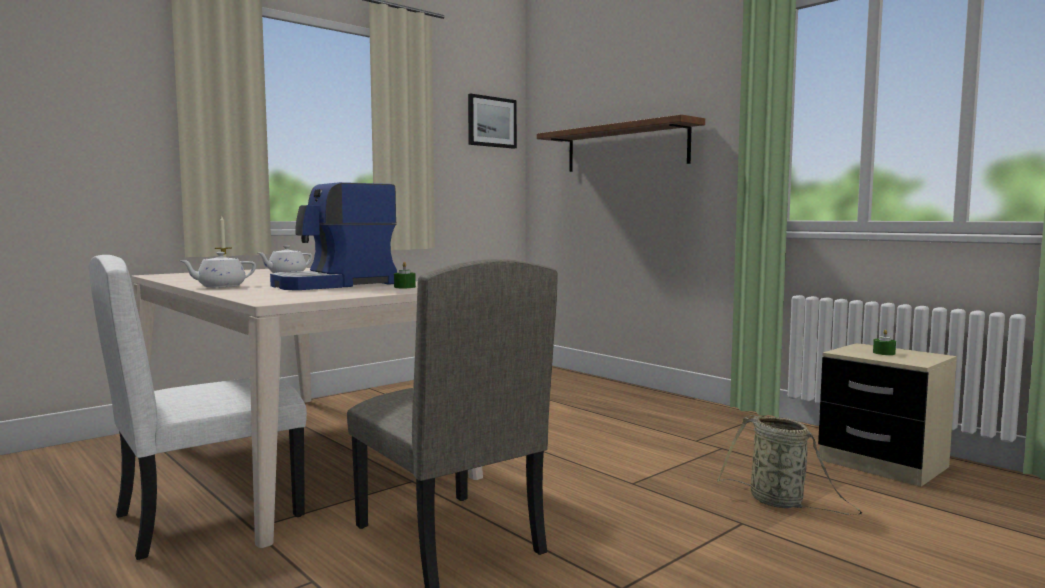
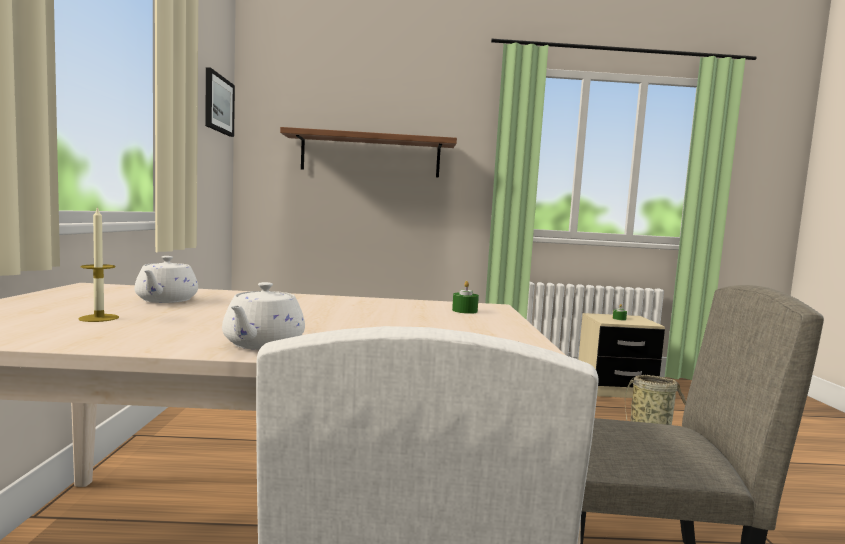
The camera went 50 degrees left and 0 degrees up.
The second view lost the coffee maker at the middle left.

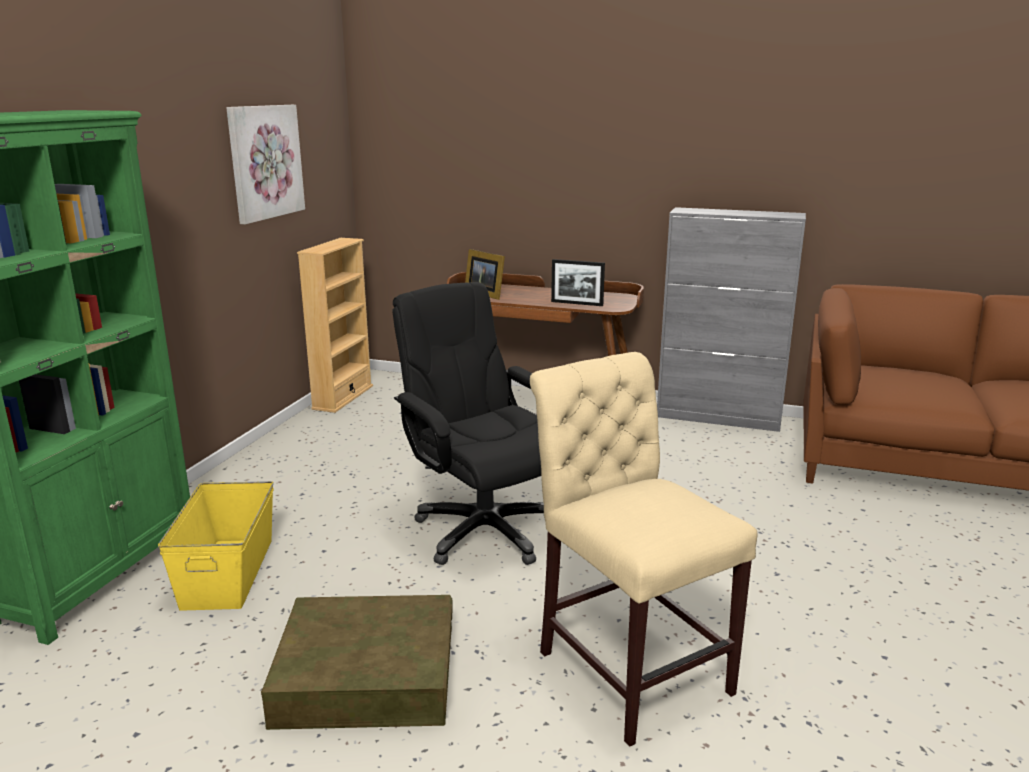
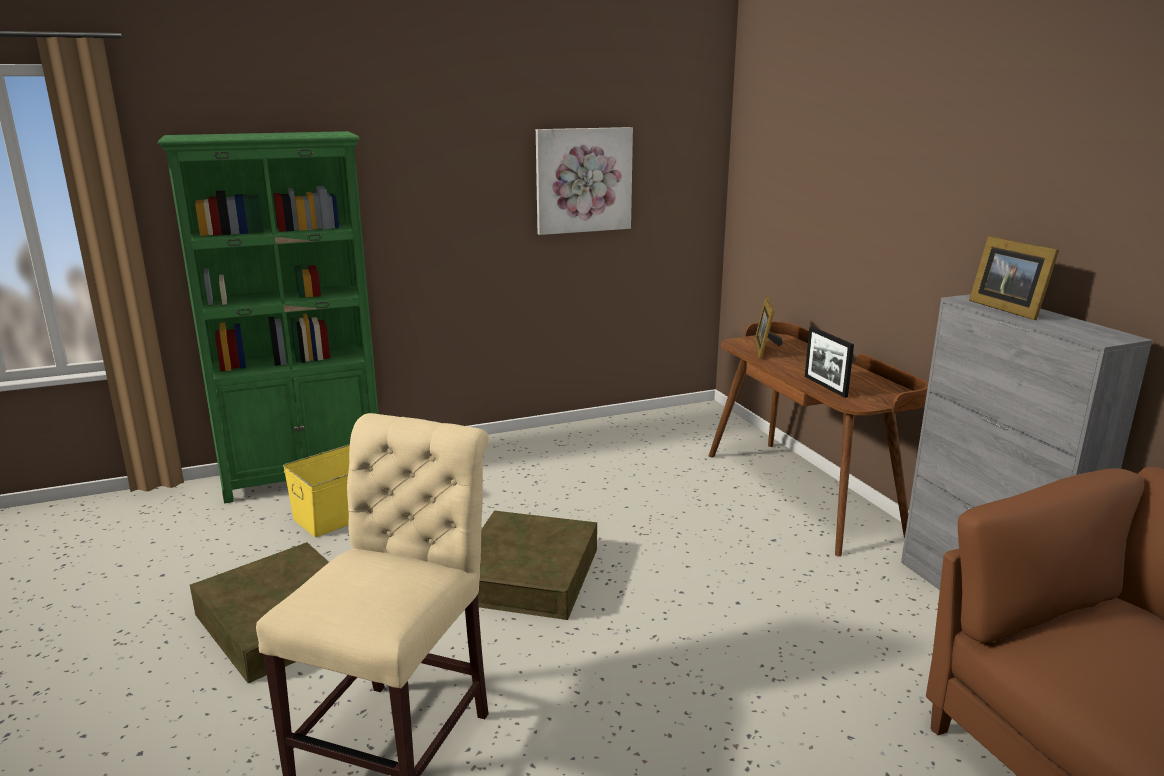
The camera went 50 degrees right and 0 degrees up.
The second view lost the sand-coloured bookshelf at the middle left.
Where the blackish office chair stood at the centre, the brown-coloured storage bin (no. 2 from left) came to stand at the bottom centre.
The second view gained the photo frame (no. 3 from left) at the middle right.

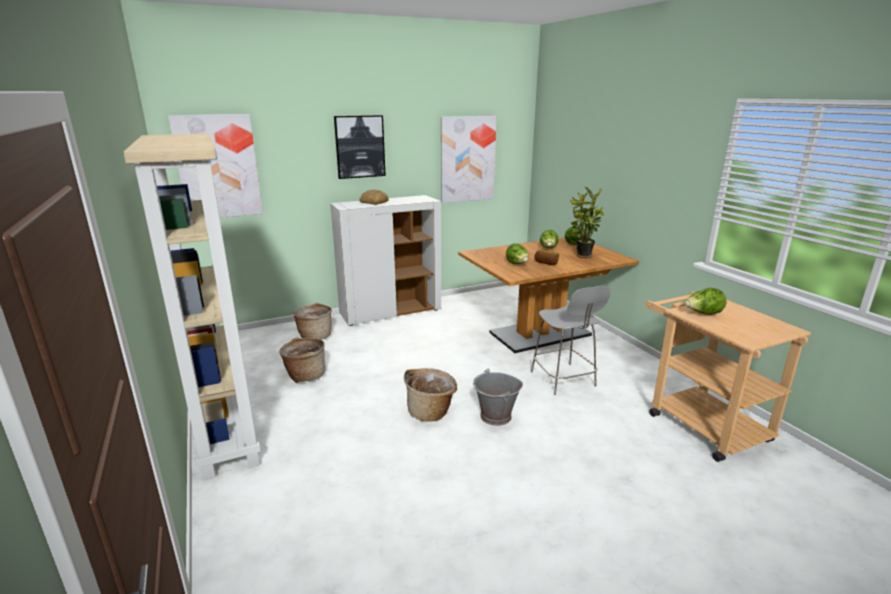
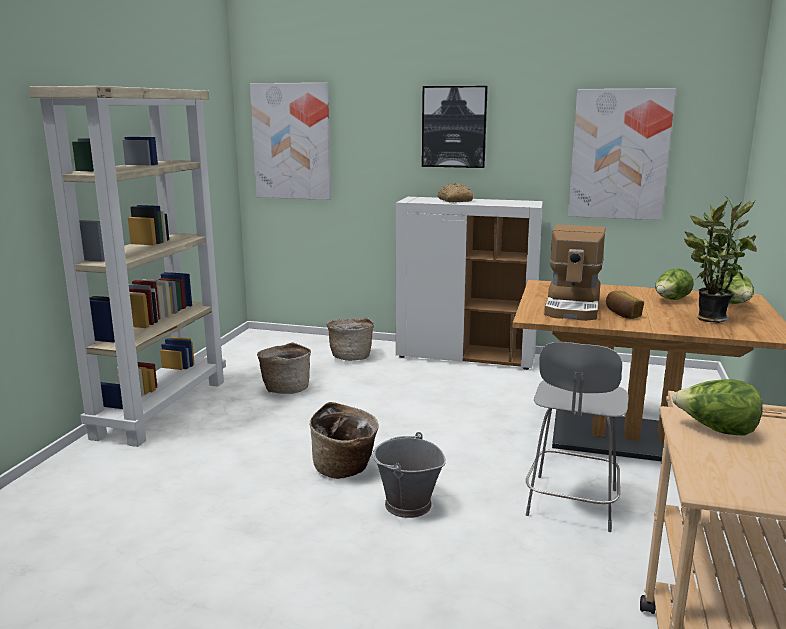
The camera went 40 degrees right and 5 degrees down.
Where the head of lettuce (no. 1 from left) stood at the centre, the coffee maker came to stand at the middle right.

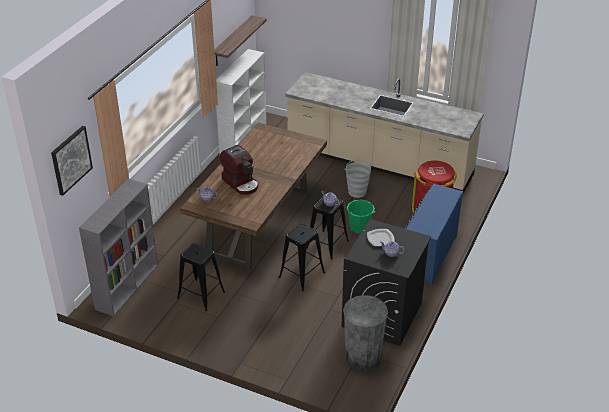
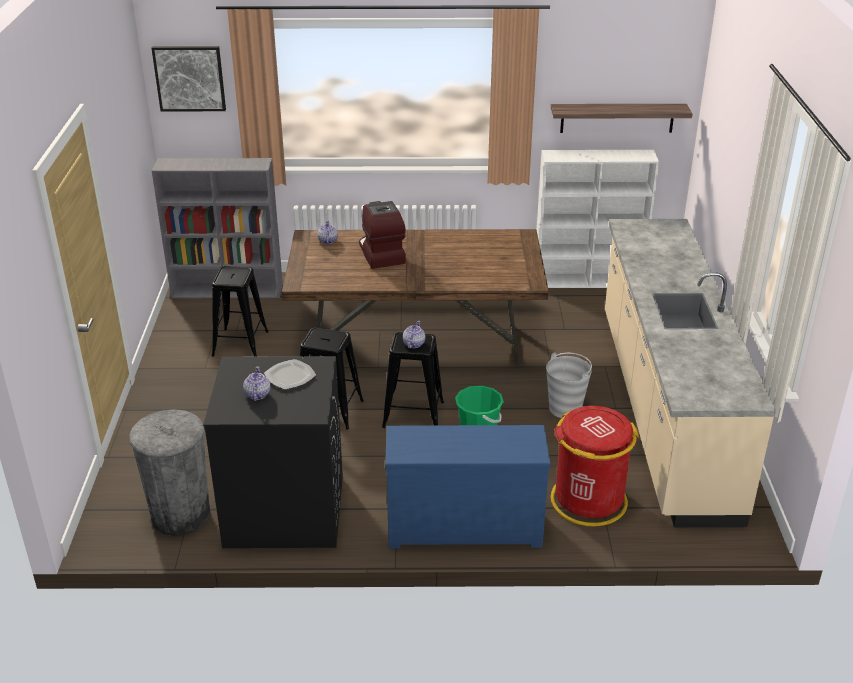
The camera went 65 degrees right and 5 degrees down.
The coffee maker at the centre ended up facing another way, 135 degrees clockwise from before.

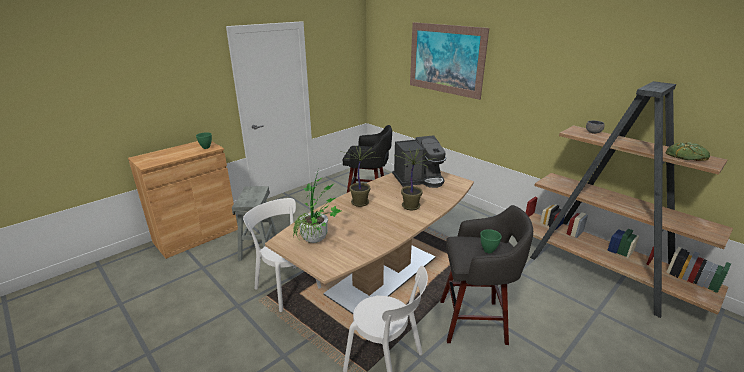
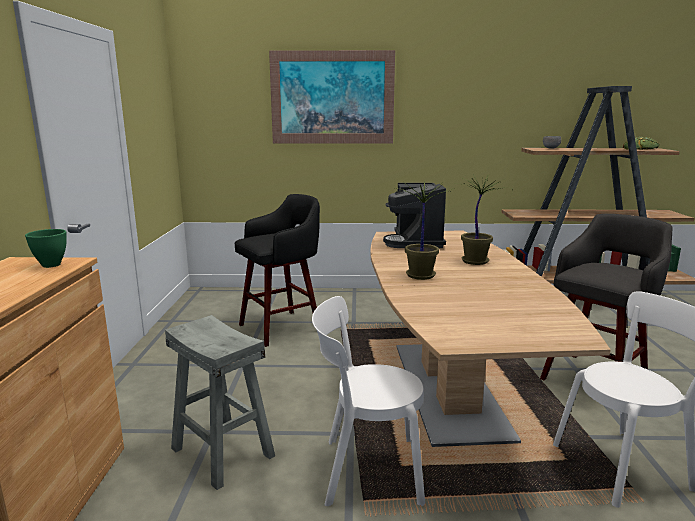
The camera went 45 degrees left and 10 degrees down.
The second view lost the potted plant (no. 1 from left) at the centre.
The coffee maker at the centre ended up facing another way, 150 degrees clockwise from before.
The second view lost the green-coloured deep dish (no. 2 from left) at the centre.

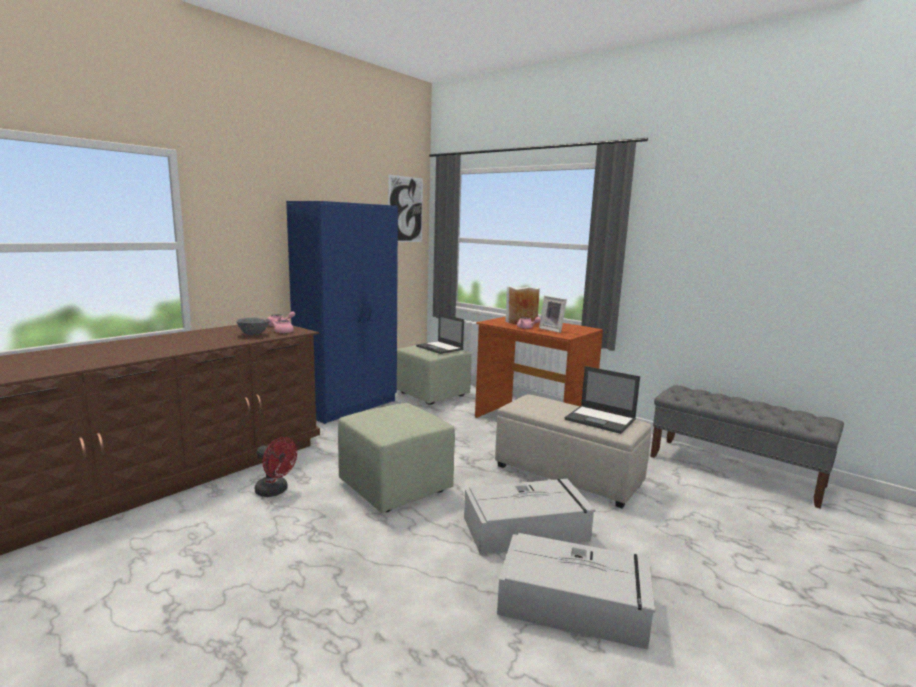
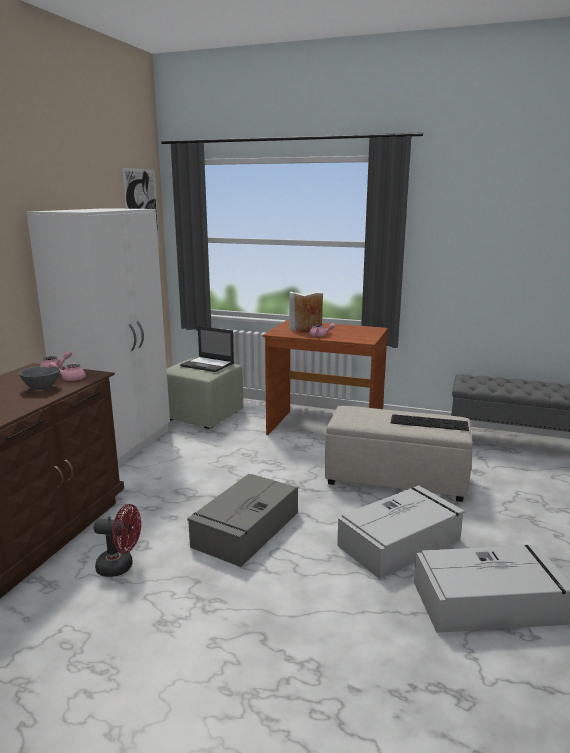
The camera went 20 degrees left and 5 degrees up.
What was the blue armoire at the centre turned into the white armoire at the middle left.
Where the green-coloured pouffe (no. 1 from left) stood at the bottom centre, the greyish storage bin (no. 1 from left) came to stand at the bottom centre.
The second view lost the photo frame at the centre.
Where the laptop (no. 2 from left) stood at the centre, the keyboard came to stand at the middle right.

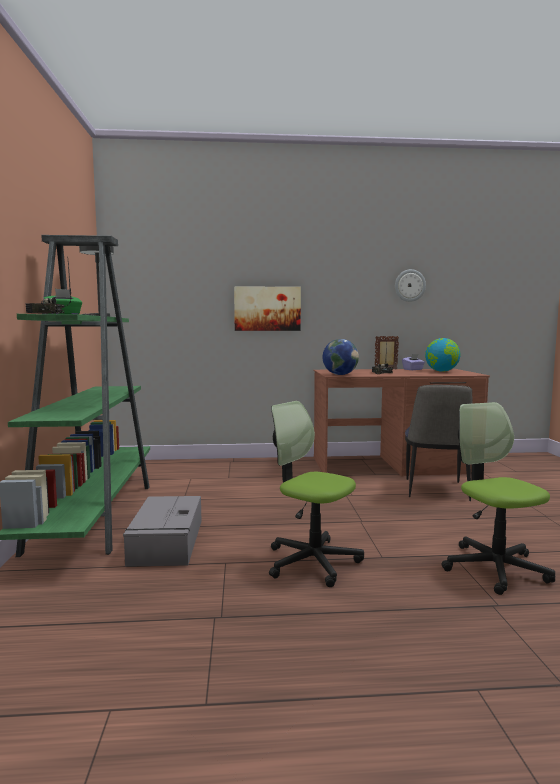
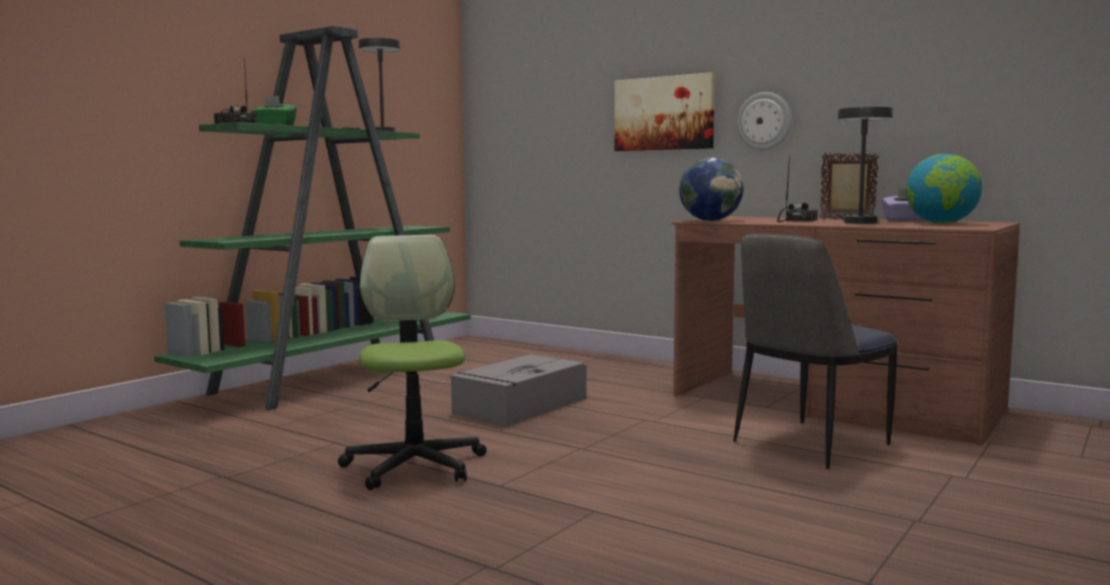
The camera went 40 degrees right and 0 degrees up.
The greyish storage bin ended up elsewhere, having gone from the bottom left to the bottom centre.
The clock on the wall ended up elsewhere, having gone from the middle right to the top right.
The second view lost the office chair (no. 2 from left) at the middle right.
The second view gained the greyish lamp for a table (no. 2 from left) at the top right.

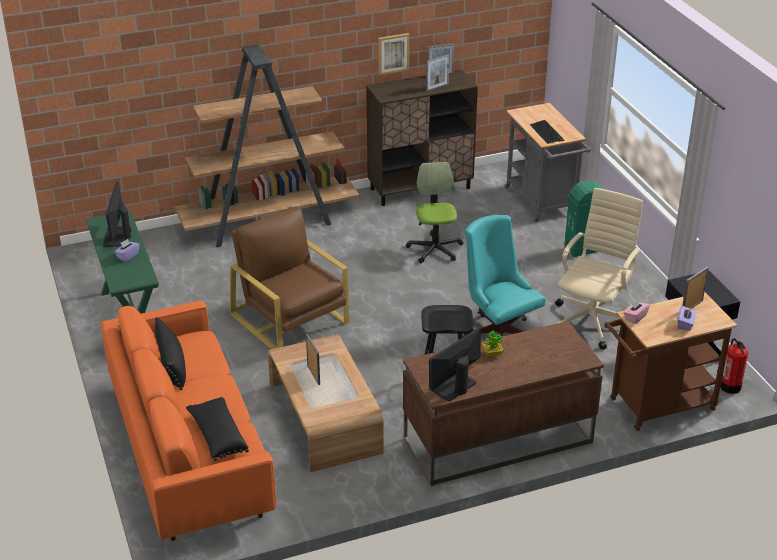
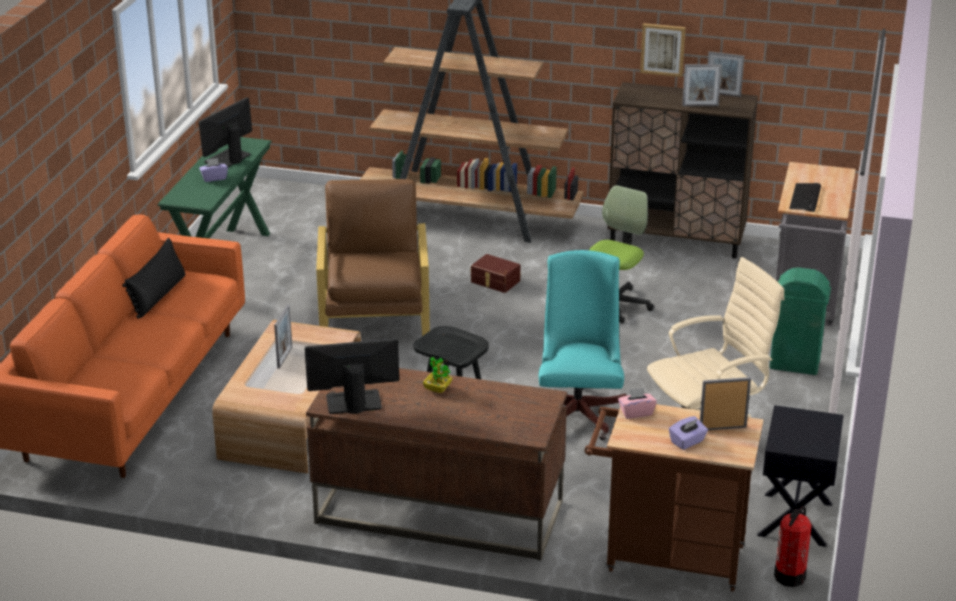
The camera went 35 degrees right and 5 degrees down.
The second view lost the blackish cushion (no. 2 from left) at the bottom left.
The second view gained the brown-coloured storage bin at the centre.

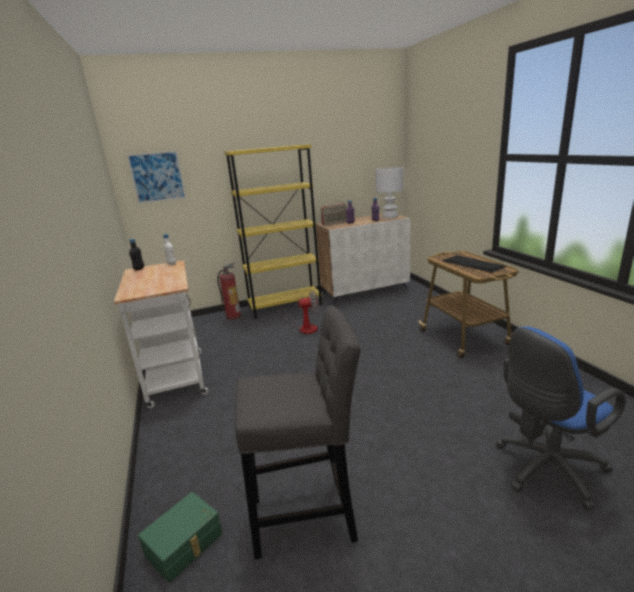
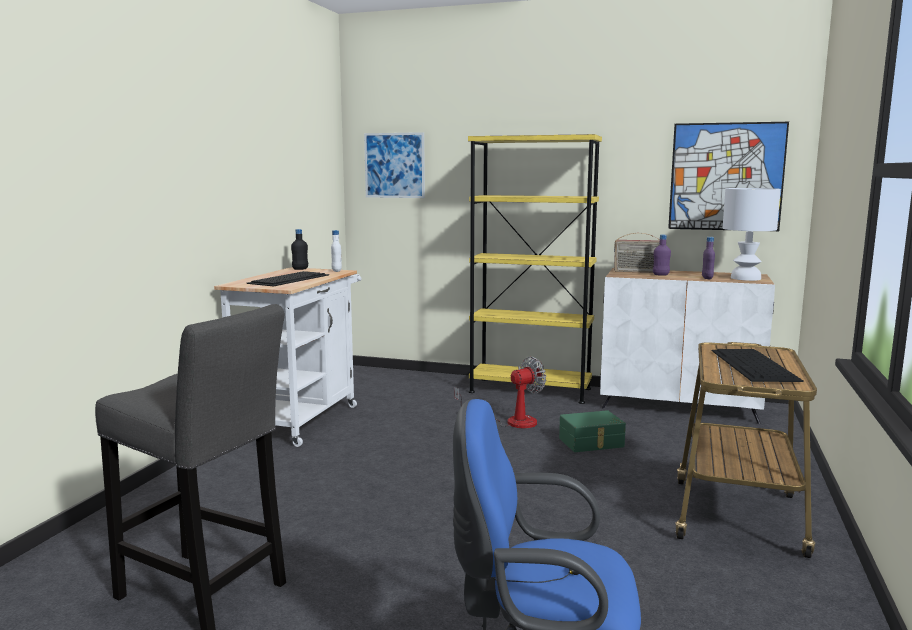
The camera went 35 degrees right and 10 degrees down.
The green-coloured storage bin ended up elsewhere, having gone from the bottom left to the bottom centre.
The second view lost the fire extinguisher at the centre.
The cooling fan at the centre ended up facing another way, 60 degrees counterclockwise from before.
The second view gained the keyboard (no. 1 from left) at the middle left.
The second view gained the wall picture (no. 2 from left) at the top right.

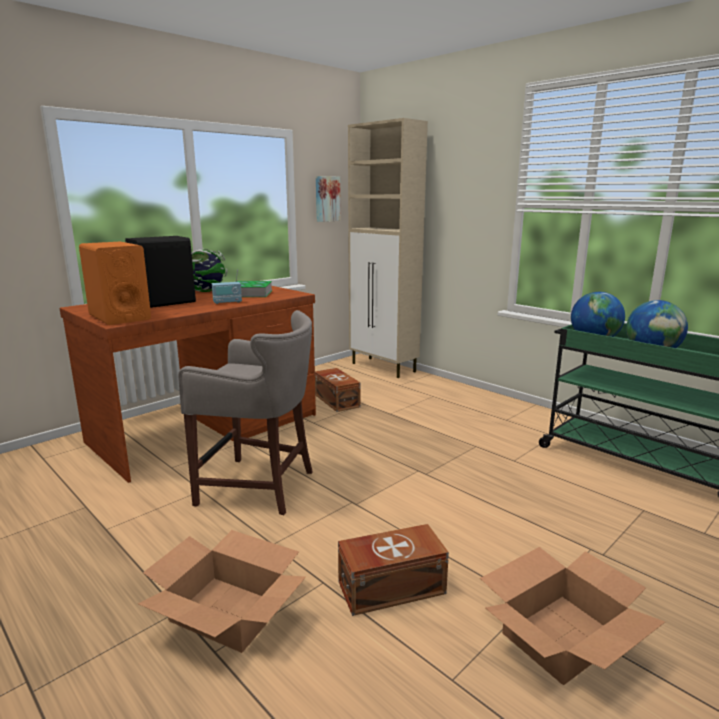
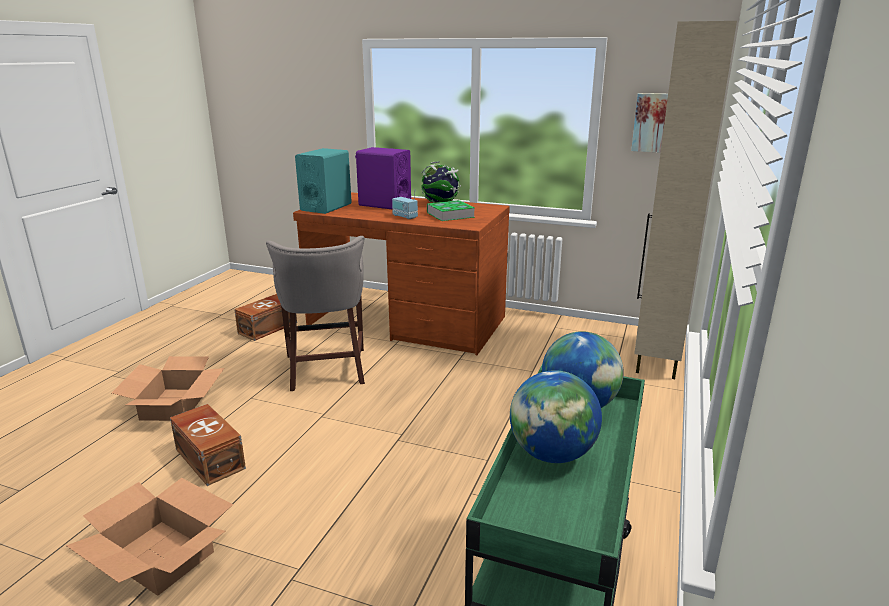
The camera went 65 degrees right and 5 degrees up.
What was the orange-coloured speaker at the middle left turned into the turquoise-coloured speaker at the top centre.
What was the blackish speaker at the middle left turned into the purple speaker at the top centre.
The brown-coloured storage bin (no. 1 from left in the first image) ended up elsewhere, having gone from the centre to the middle left.

